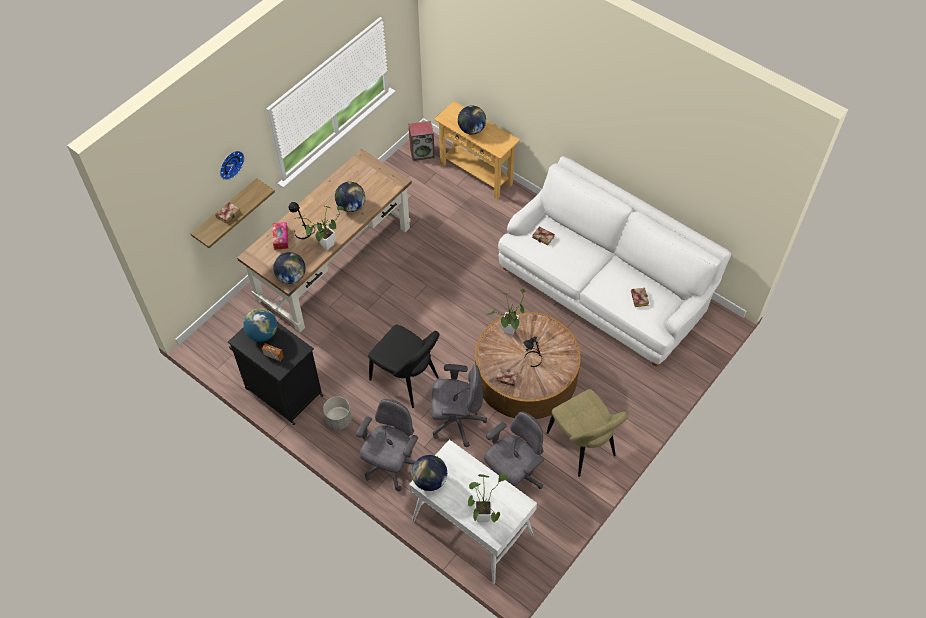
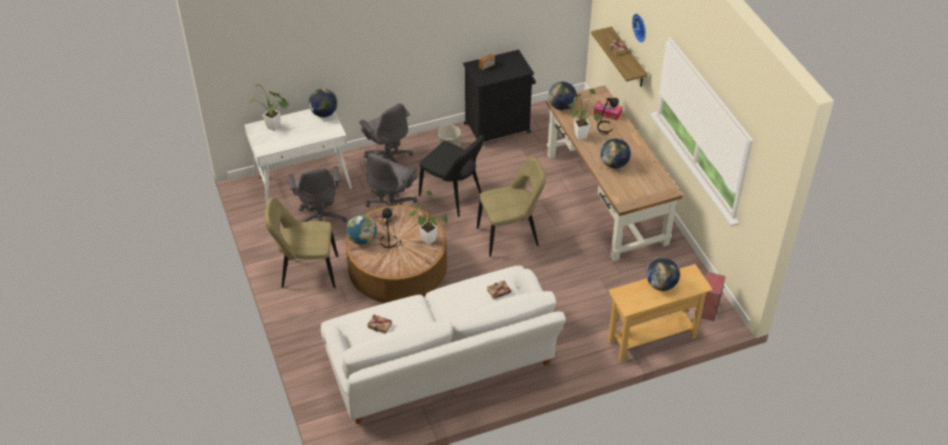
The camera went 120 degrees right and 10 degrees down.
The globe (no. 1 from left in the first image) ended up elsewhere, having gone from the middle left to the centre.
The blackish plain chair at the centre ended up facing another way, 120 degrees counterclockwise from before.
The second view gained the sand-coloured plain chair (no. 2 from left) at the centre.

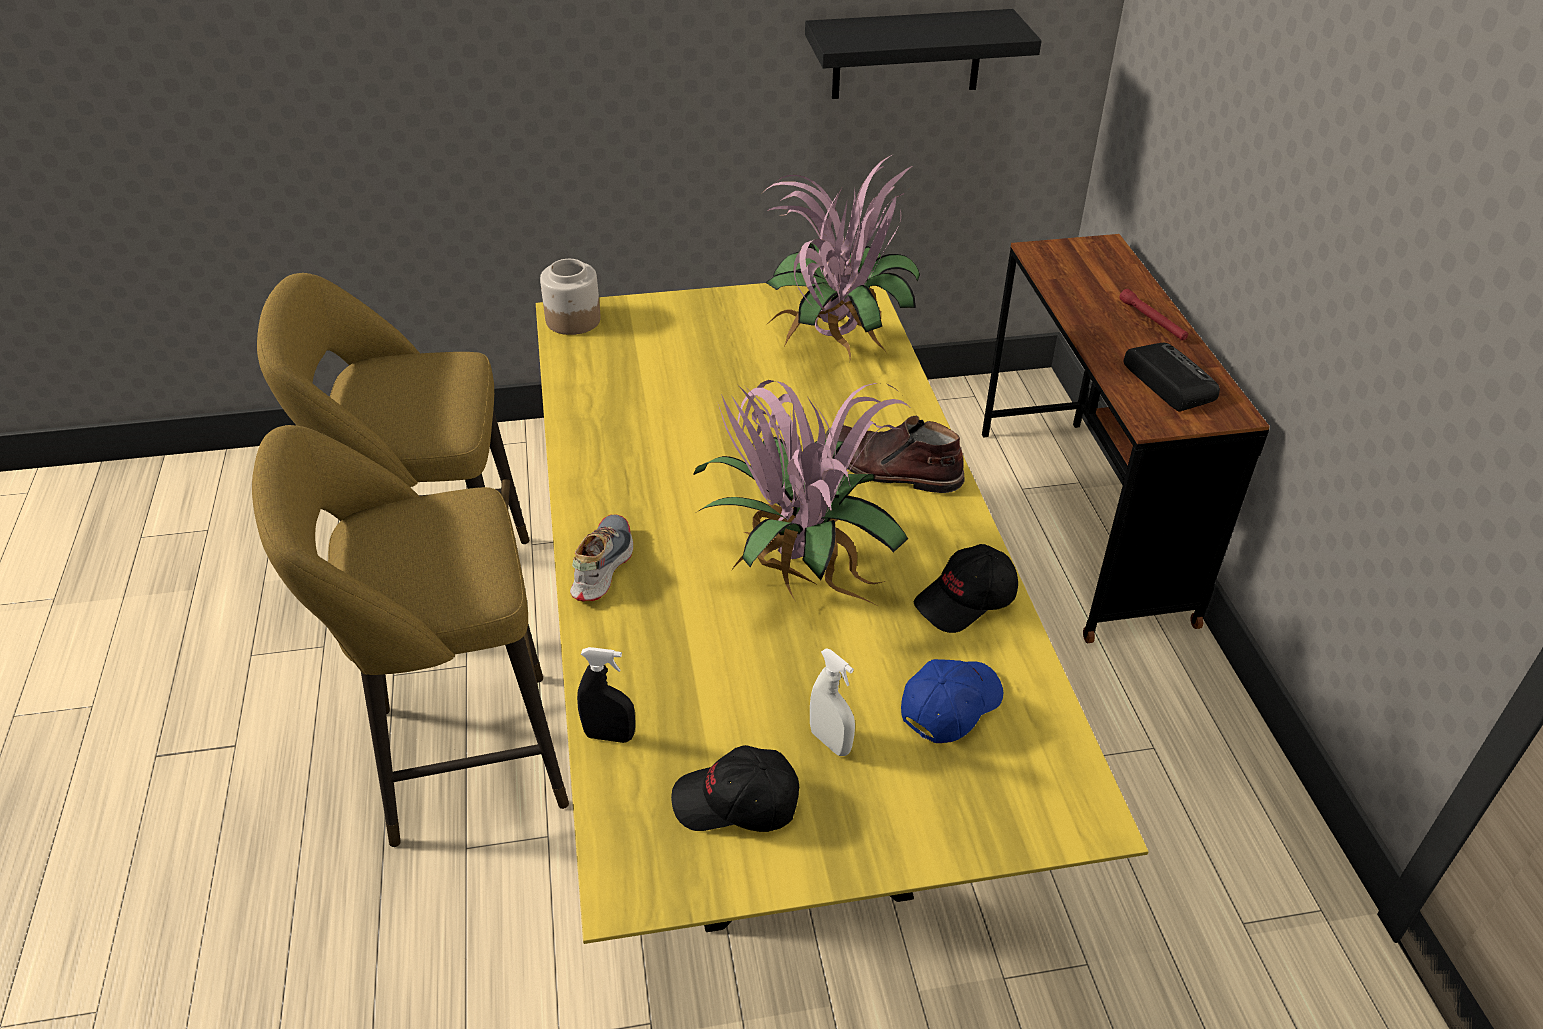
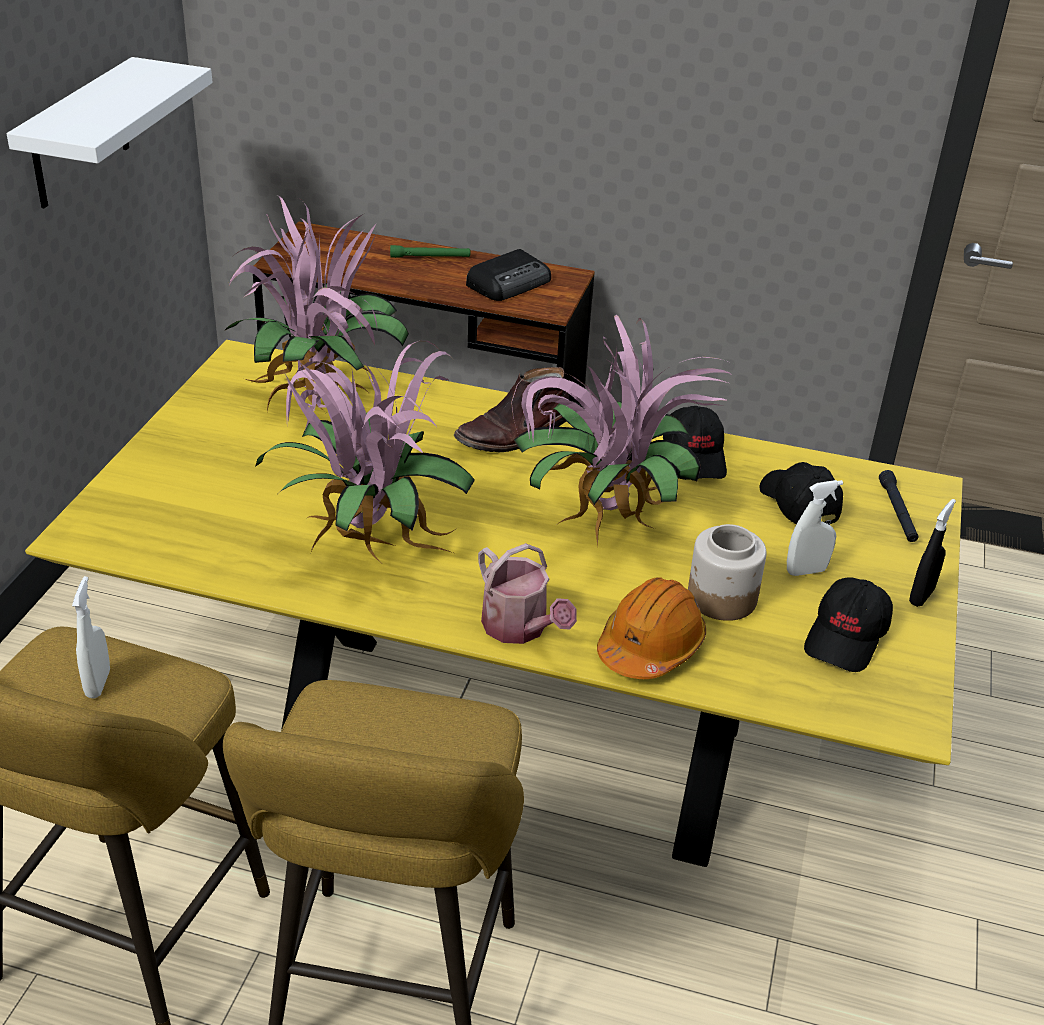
The camera went 65 degrees left and 5 degrees down.
The storage jar ended up elsewhere, having gone from the top centre to the middle right.
Where the item of footwear stood at the centre, the watering can came to stand at the centre.
The blackish hand sprayer ended up elsewhere, having gone from the bottom centre to the middle right.
What was the blackish bracket shelf at the top centre turned into the white bracket shelf at the top left.
What was the blue peaked cap at the bottom centre turned into the blackish peaked cap (no. 2 from left) at the middle right.
What was the red-coloured flashlight at the top right turned into the green-coloured flashlight at the top centre.
The radio receiver at the middle right ended up facing another way, 135 degrees clockwise from before.
The second view gained the white hand sprayer (no. 1 from left) at the middle left.
The second view gained the potted plant (no. 2 from left) at the centre.
The second view gained the orange-coloured safety helmet at the centre.
The second view gained the blackish flashlight at the middle right.

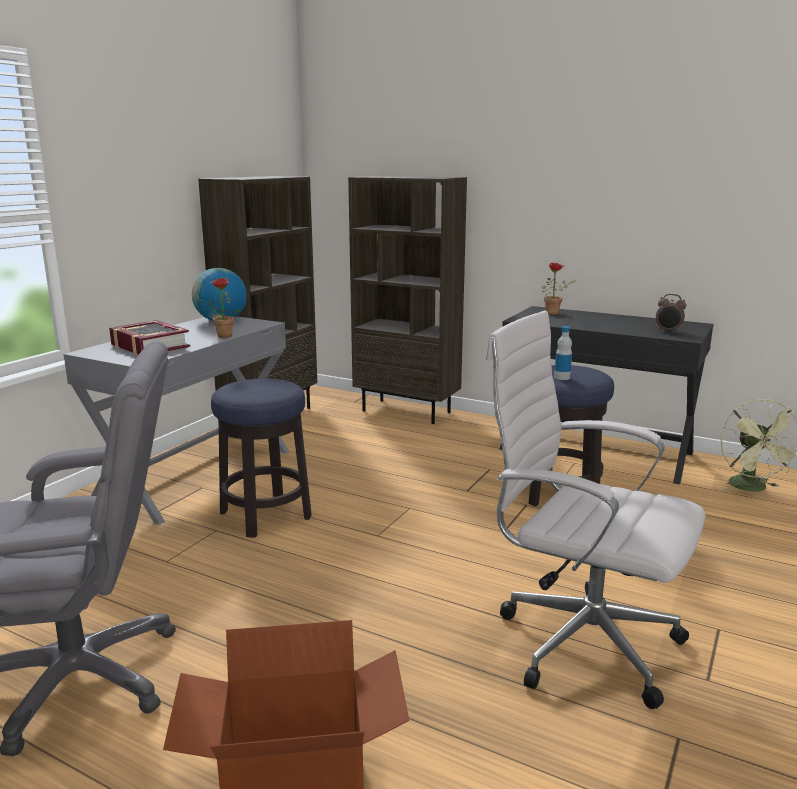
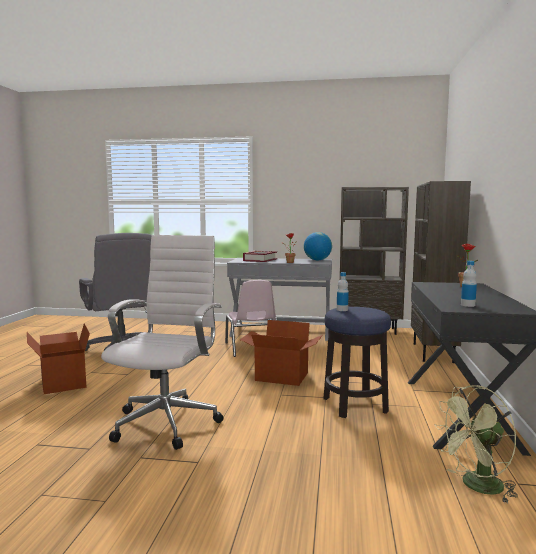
The camera went 70 degrees right and 10 degrees down.
Where the sitting stool (no. 1 from left) stood at the middle left, the pink-coloured plain chair came to stand at the centre.
Where the alarm clock stood at the middle right, the bottle (no. 2 from left) came to stand at the middle right.
The second view gained the cardboard box (no. 2 from left) at the centre.

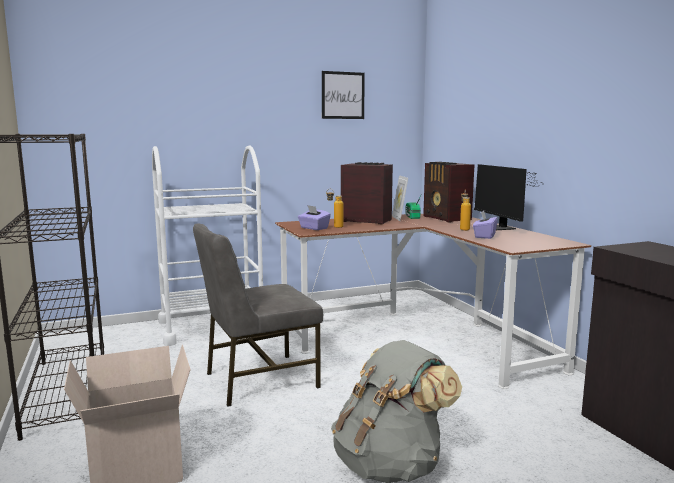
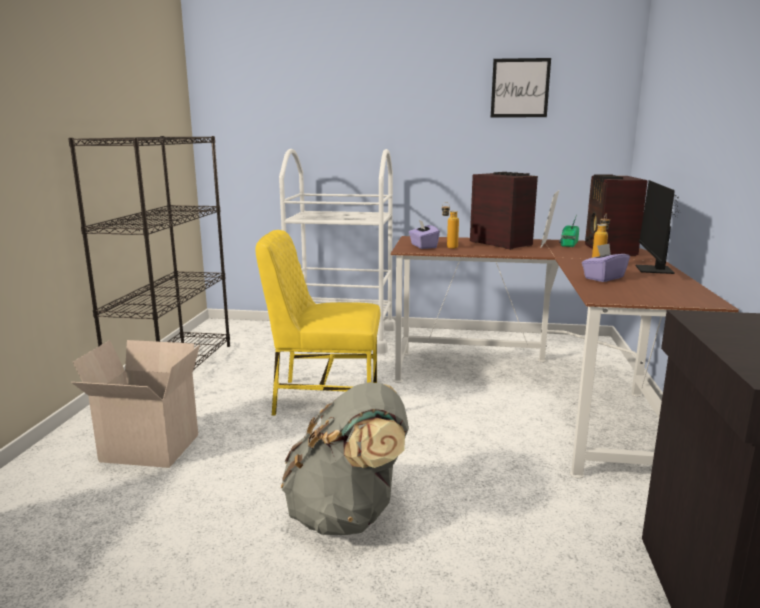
The camera went 30 degrees right and 5 degrees up.
What was the greyish plain chair at the centre turned into the yellowish plain chair at the centre.

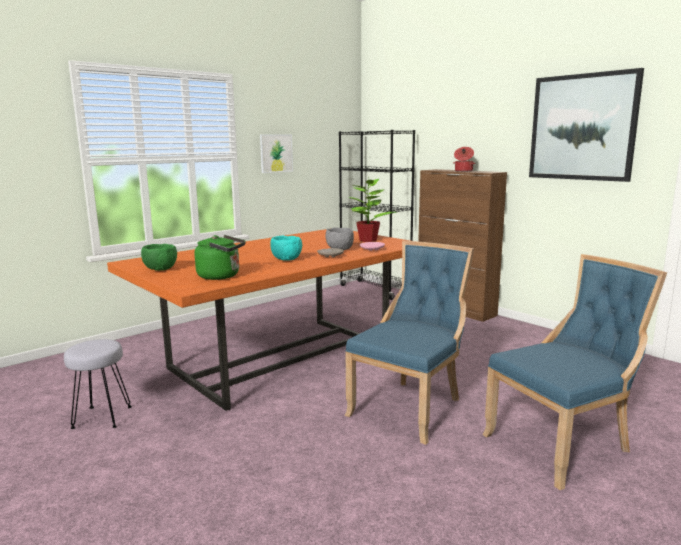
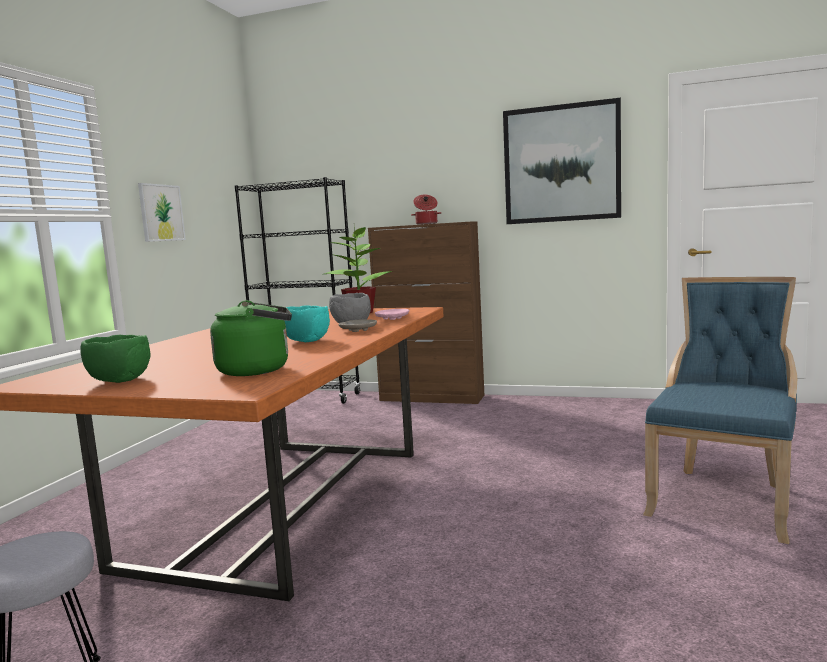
The camera went 30 degrees left and 5 degrees down.
The second view lost the blue plain chair (no. 1 from left) at the centre.

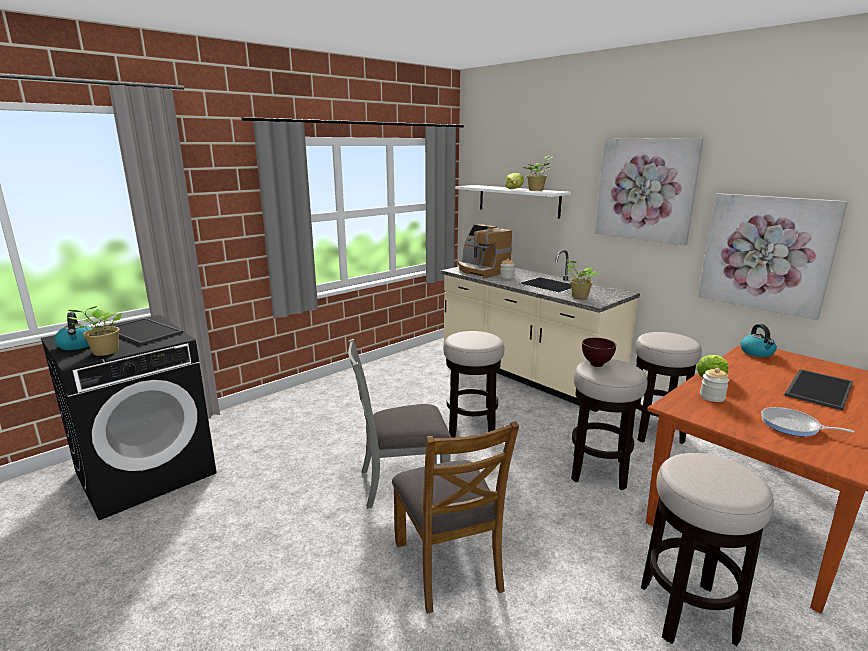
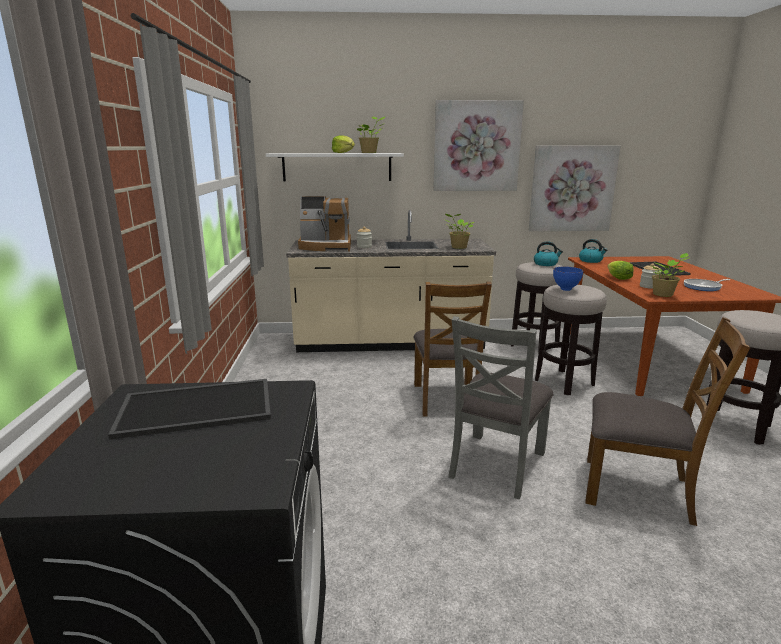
The camera went 50 degrees left and 0 degrees up.
The water kettle (no. 1 from left) ended up elsewhere, having gone from the middle left to the middle right.
The potted plant (no. 1 from left in the first image) ended up elsewhere, having gone from the middle left to the middle right.
Where the sitting stool (no. 1 from left) stood at the centre, the brown-coloured plain chair (no. 1 from left) came to stand at the centre.
What was the brown-coloured deep dish at the middle right turned into the blue deep dish at the middle right.

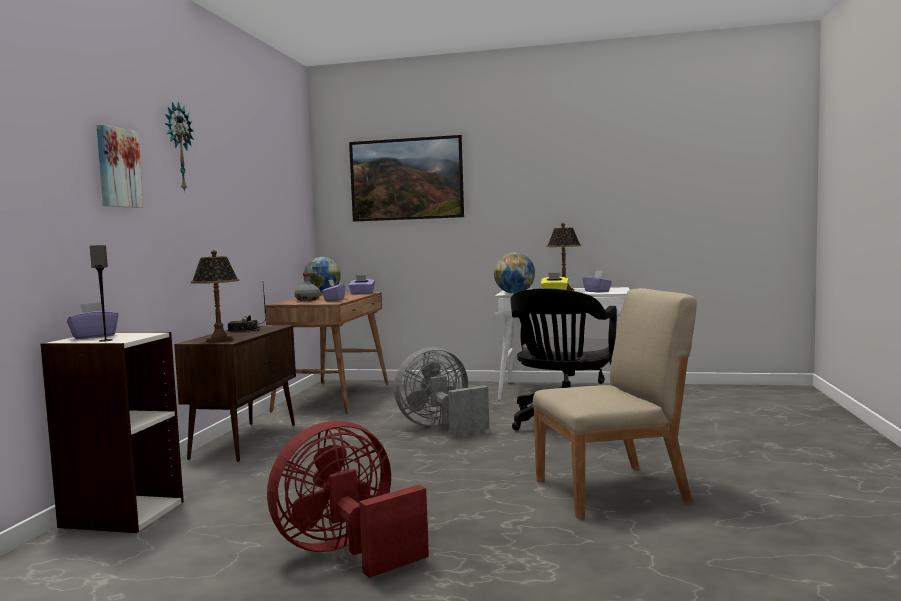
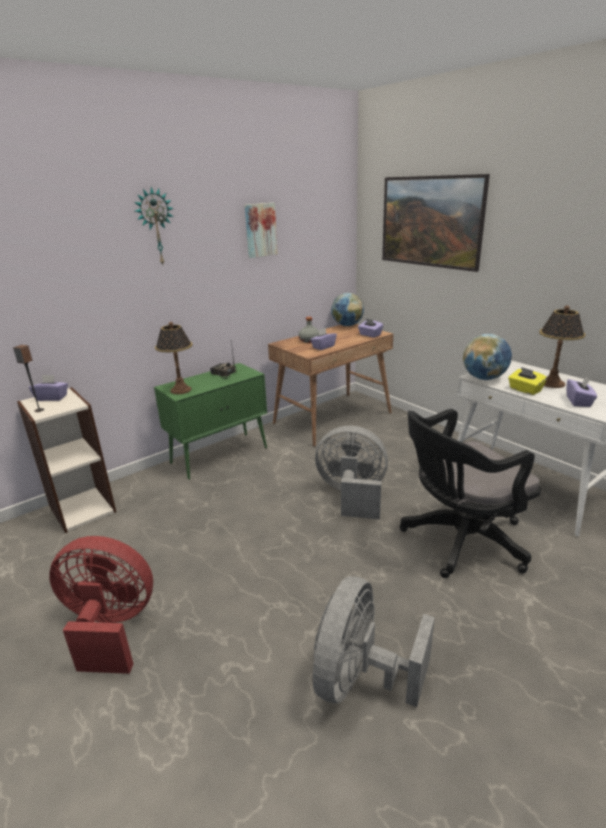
The camera went 40 degrees right and 20 degrees up.
The wall picture (no. 1 from left) ended up elsewhere, having gone from the top left to the top centre.
What was the brown-coloured cupboard at the middle left turned into the green-coloured cupboard at the centre.
Where the sand-coloured plain chair stood at the bottom right, the greyish cooling fan (no. 2 from left) came to stand at the bottom centre.

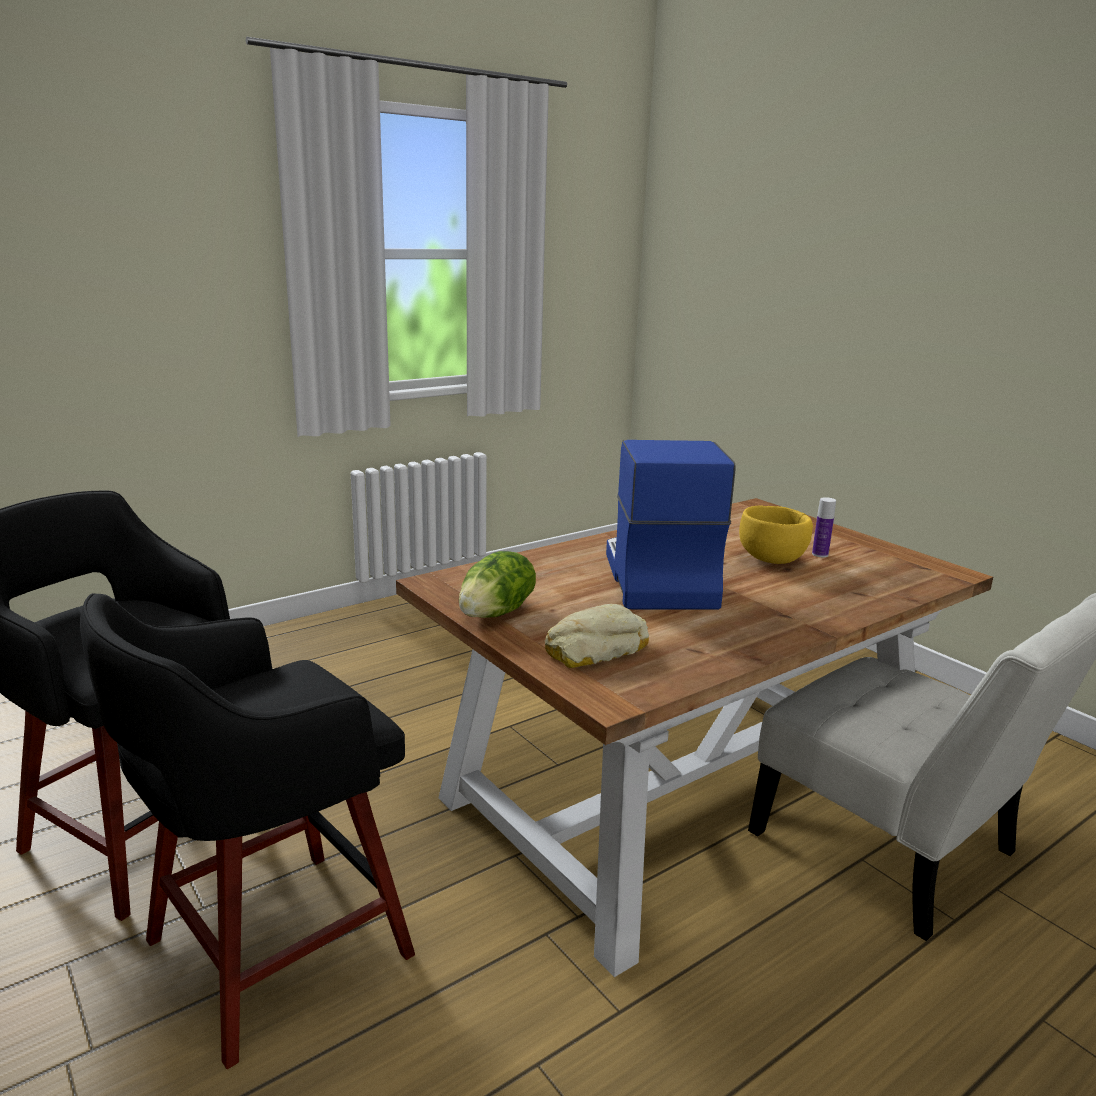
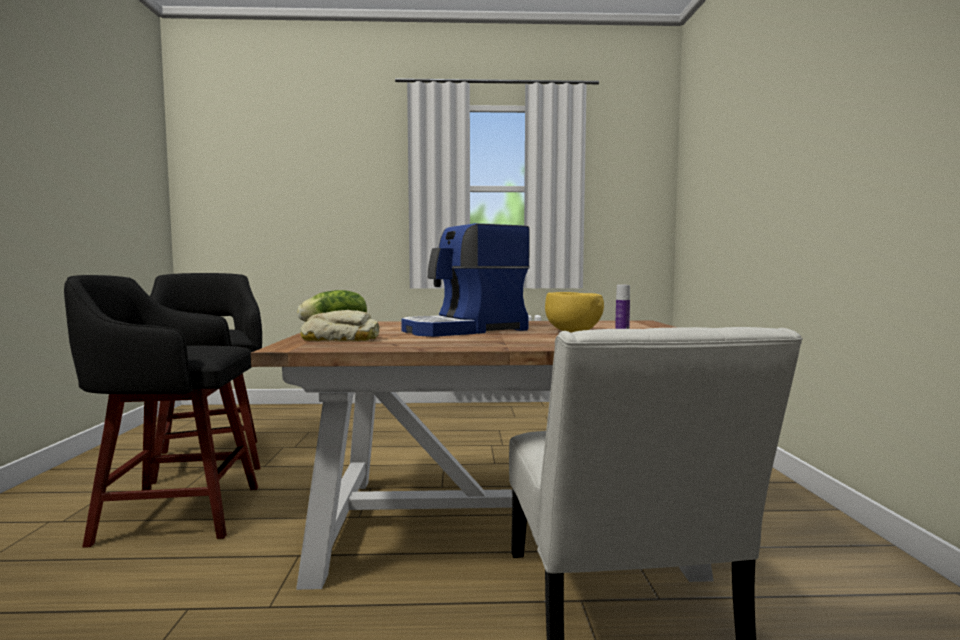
The camera went 35 degrees right and 15 degrees down.
The coffee maker at the centre ended up facing another way, 150 degrees counterclockwise from before.

